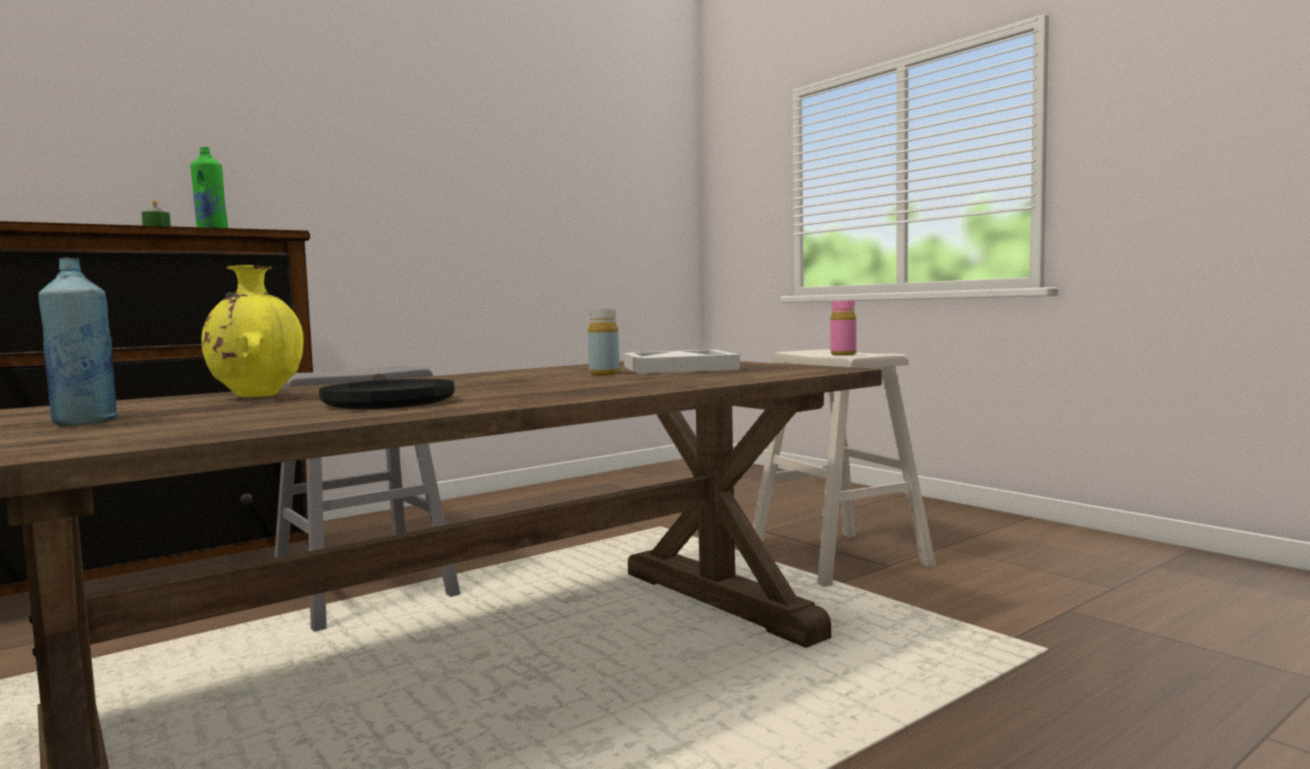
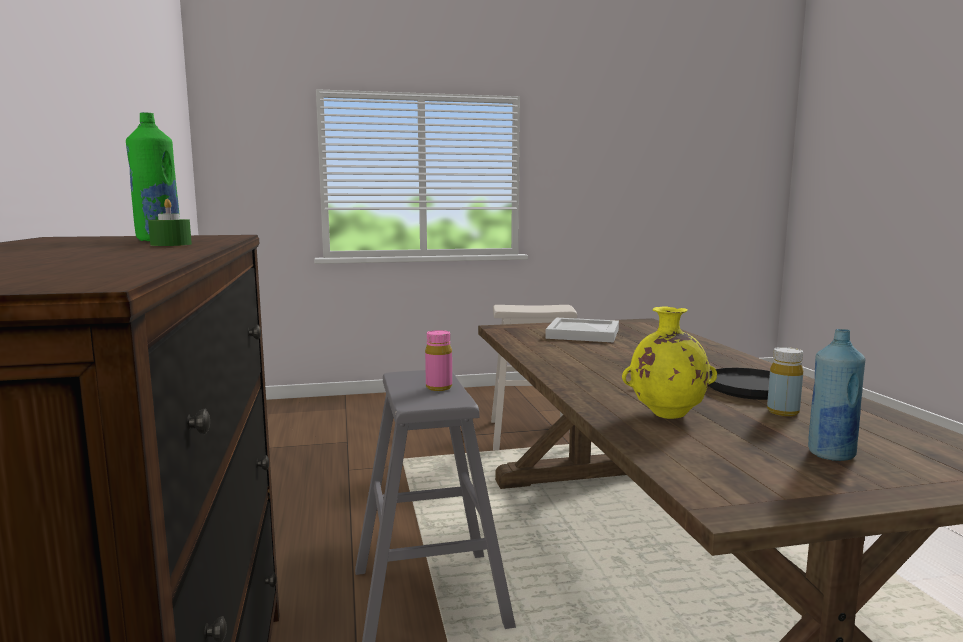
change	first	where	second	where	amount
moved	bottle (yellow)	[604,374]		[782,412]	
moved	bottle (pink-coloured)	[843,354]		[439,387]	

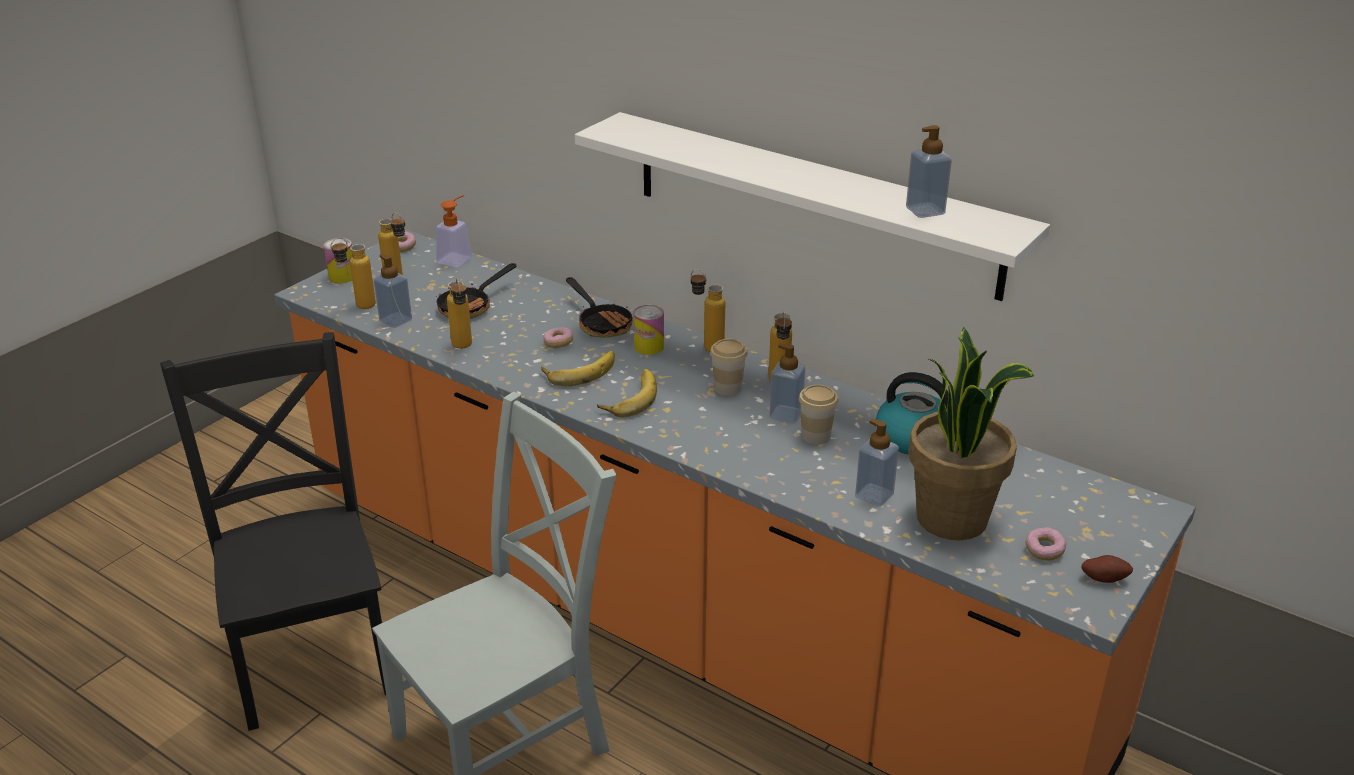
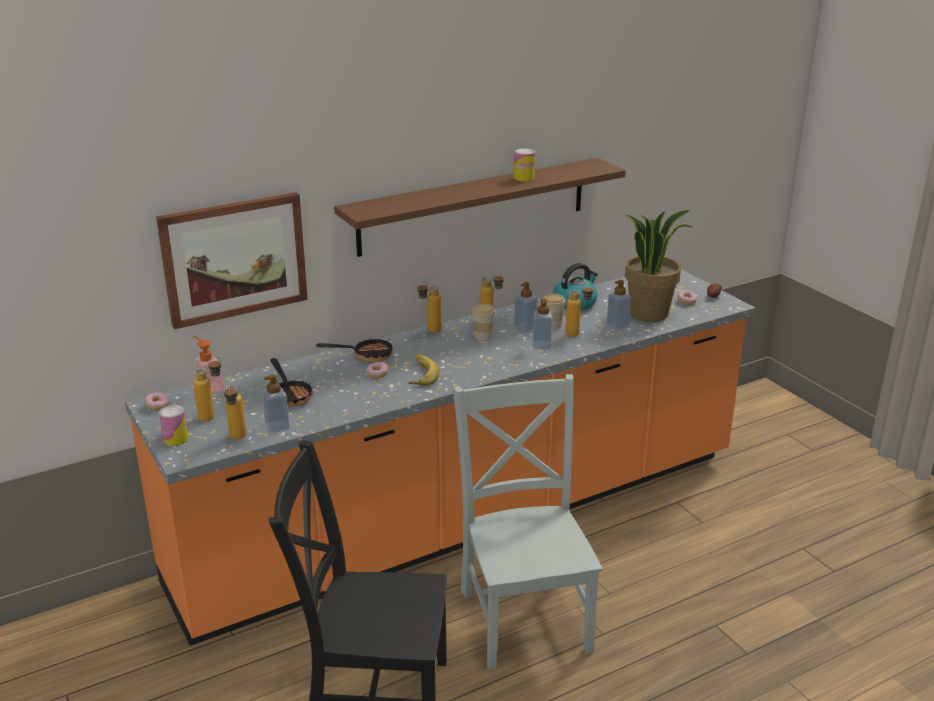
change	first	where	second	where	amount
removed	whole banana	[629,397]			
added			wall picture	[234,258]	
moved	bottle	[463,348]		[578,334]	
moved	can	[649,347]		[524,178]	
moved	liquid soap bottle	[925,211]		[542,345]	
recoloured	bracket shelf (white-coloured)	[813,203]	bracket shelf (brown-coloured)	[474,206]	

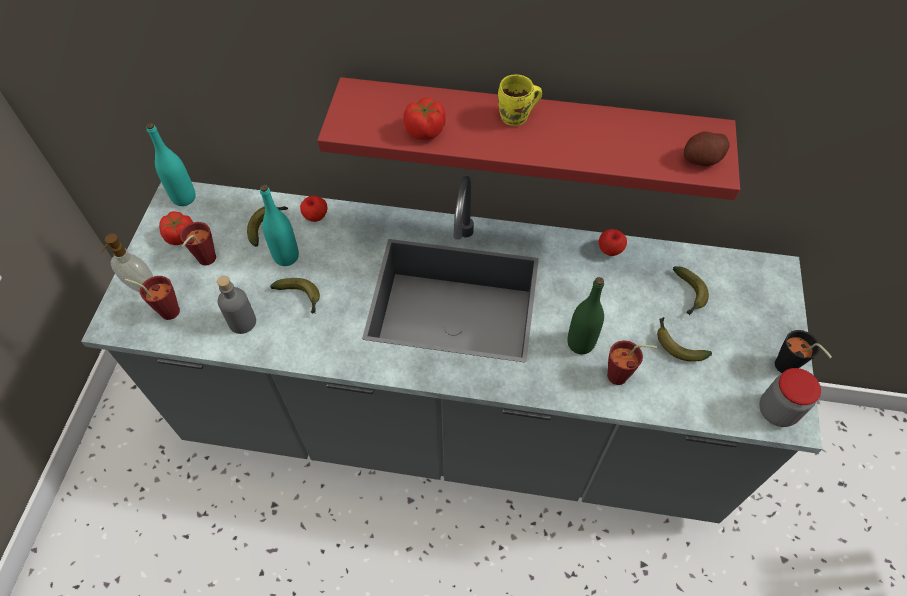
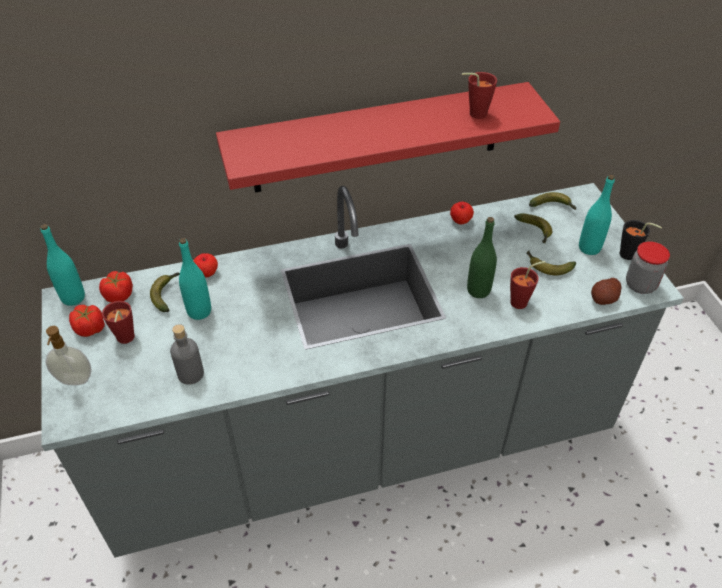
change	first	where	second	where	amount
removed	coffee mug (yellow)	[516,118]			
added			bottle (turquoise)	[589,248]	
moved	drinking cup (reddish)	[166,310]		[474,114]	
moved	whole banana	[300,297]		[553,206]	
moved	tomato	[425,131]		[119,295]	
moved	whole potato	[701,159]		[603,299]	

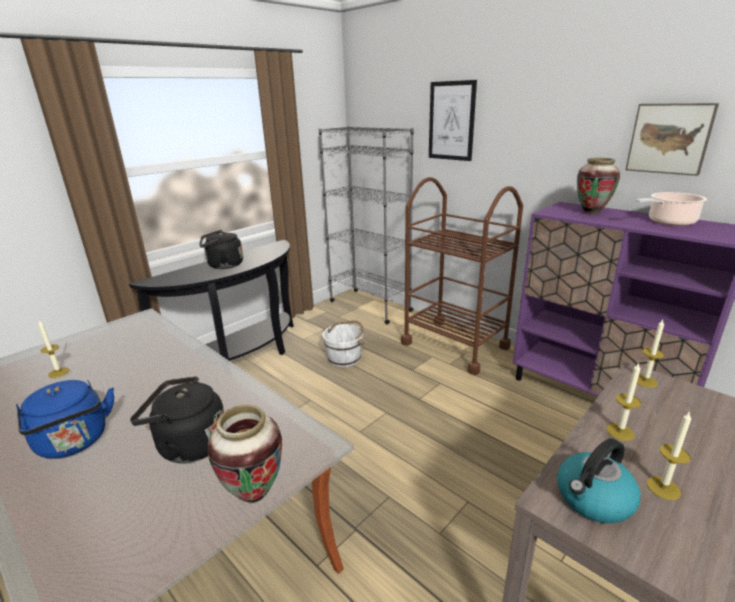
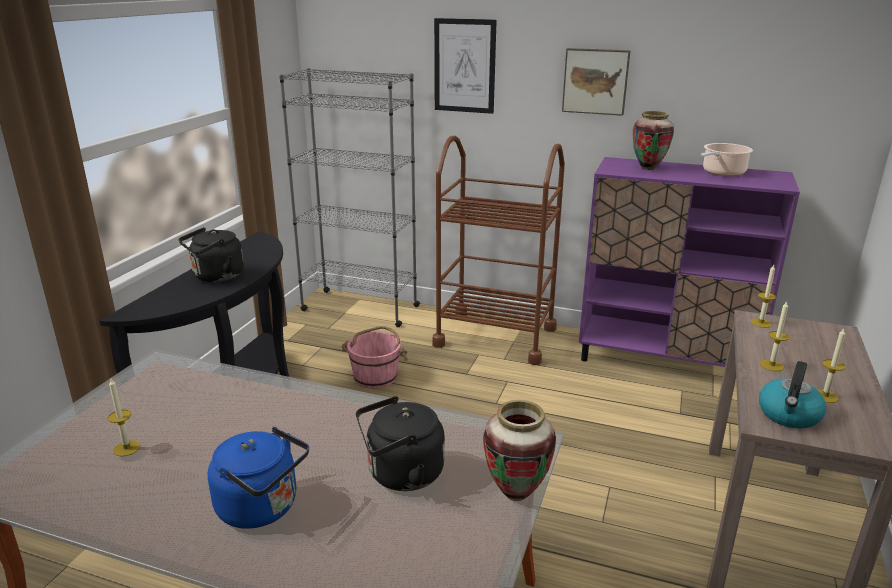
change	first	where	second	where	amount
moved	wall picture	[669,138]		[595,81]	
recoloured	pail (white-coloured)	[345,358]	pail (pink-coloured)	[376,376]	

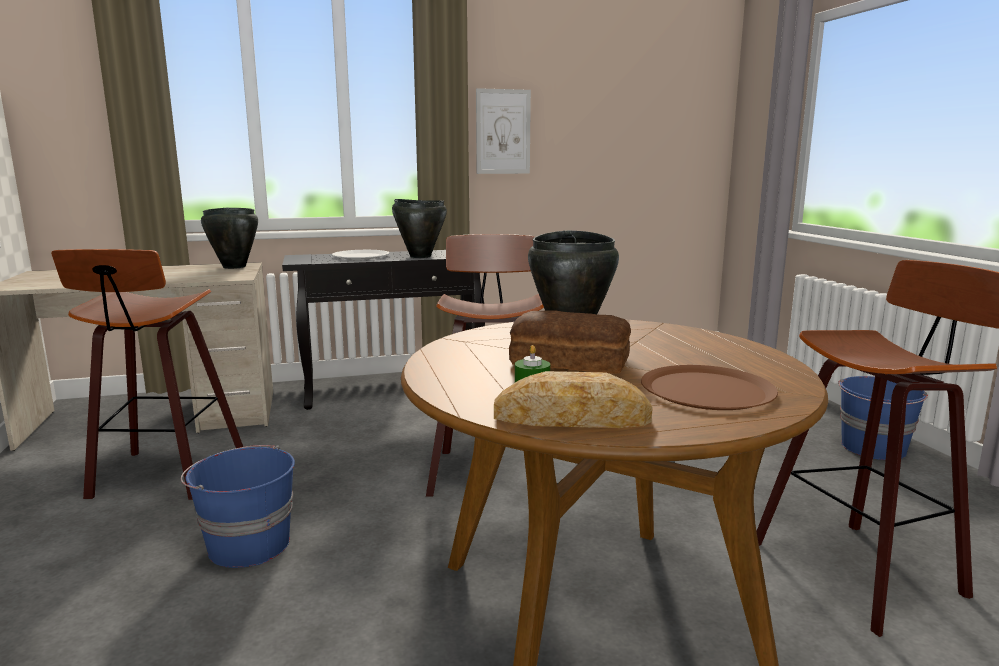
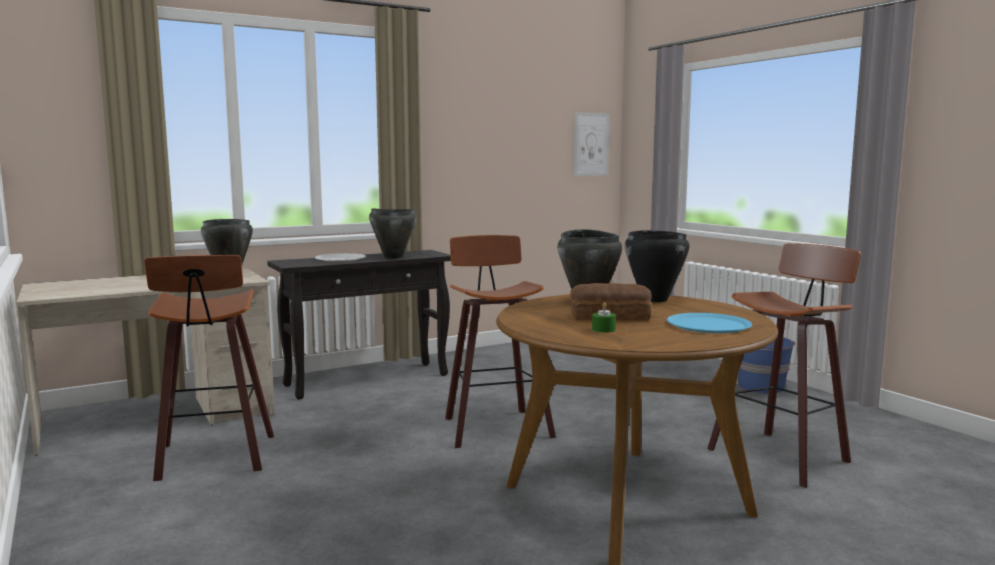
change	first	where	second	where	amount
removed	pail (bluish)	[247,545]			
removed	bread	[571,417]			
added			cooking pot (black-coloured)	[654,300]	
moved	wall picture	[503,132]		[591,144]	
recoloured	flat dish (brown-coloured)	[707,390]	flat dish (bluish)	[708,325]	

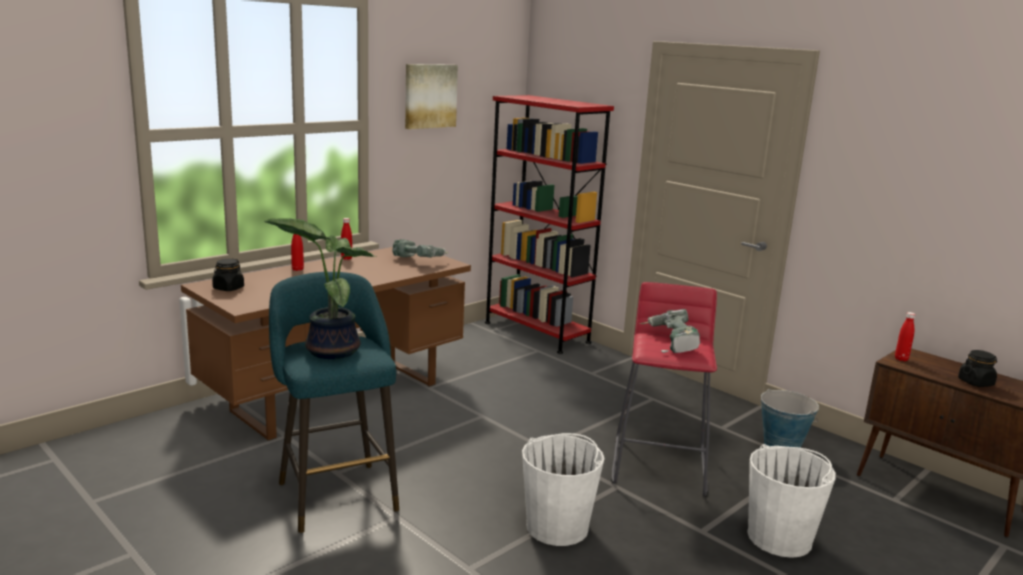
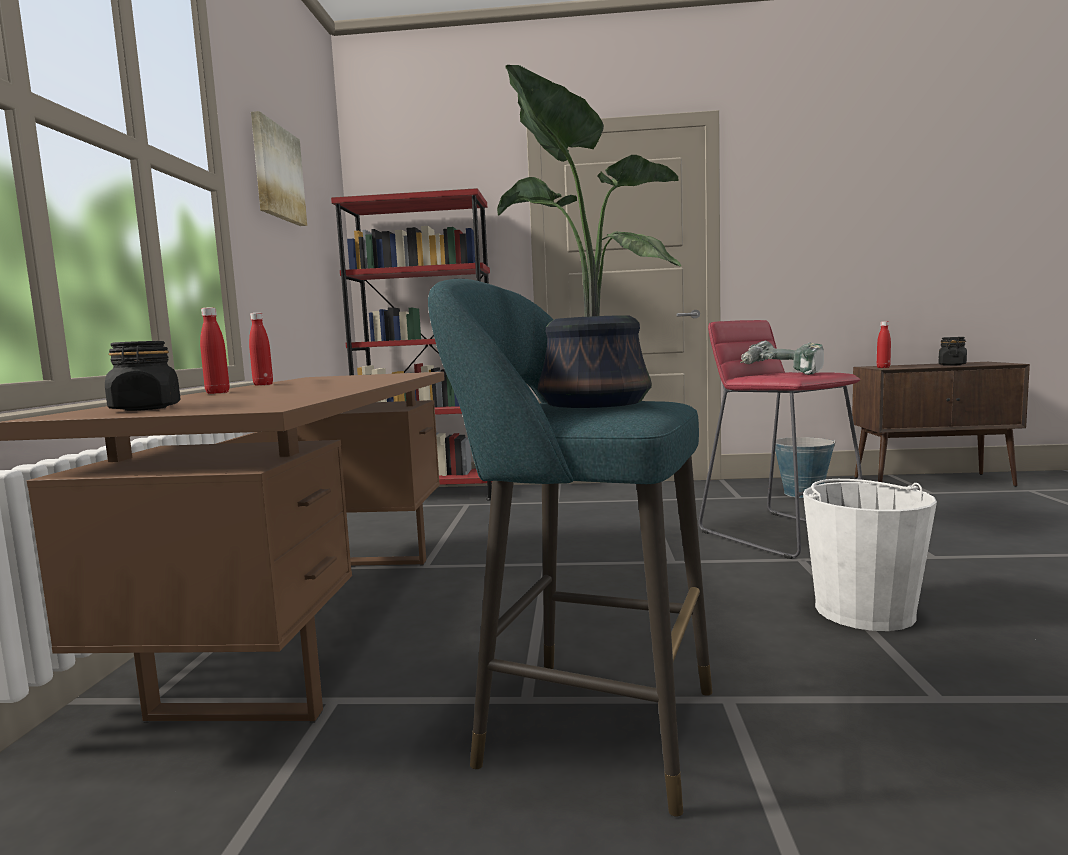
change	first	where	second	where	amount
removed	drill	[419,261]			
removed	pail (white-coloured)	[780,538]			

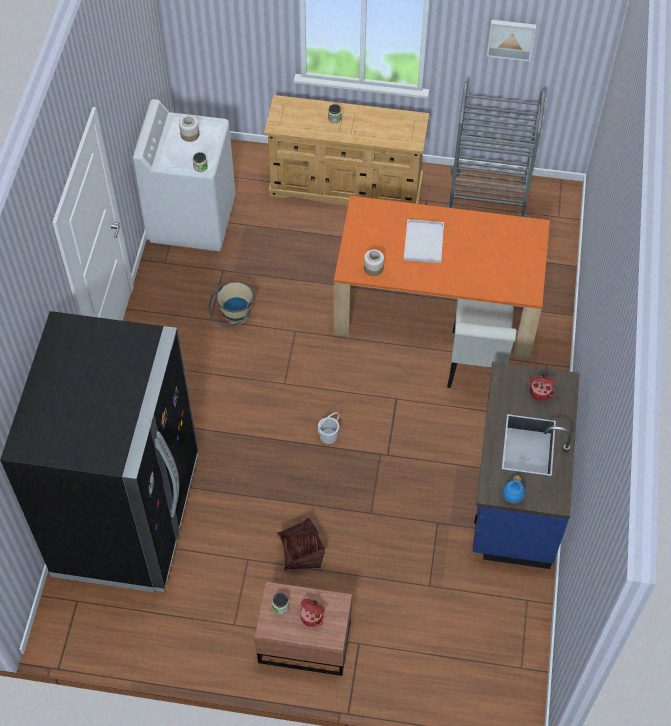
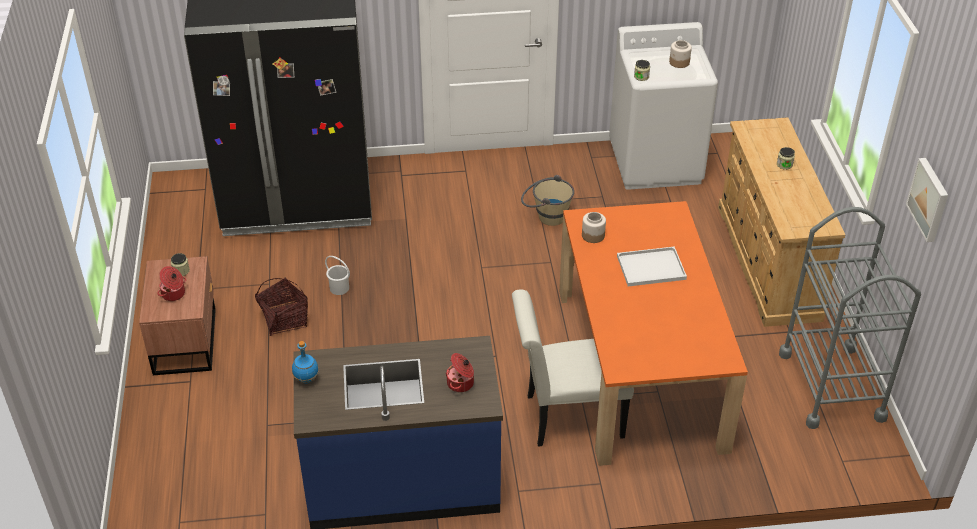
change	first	where	second	where	amount
moved	pail (white-coloured)	[328,435]		[339,288]	

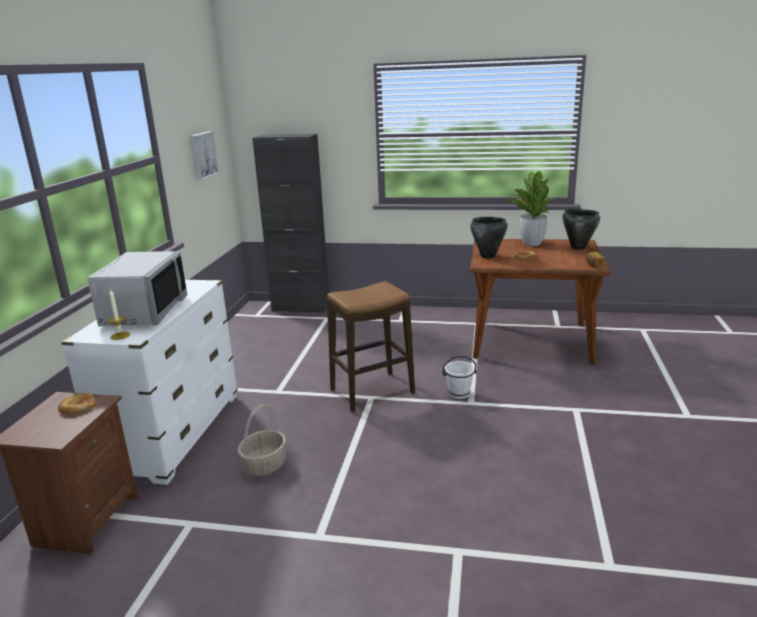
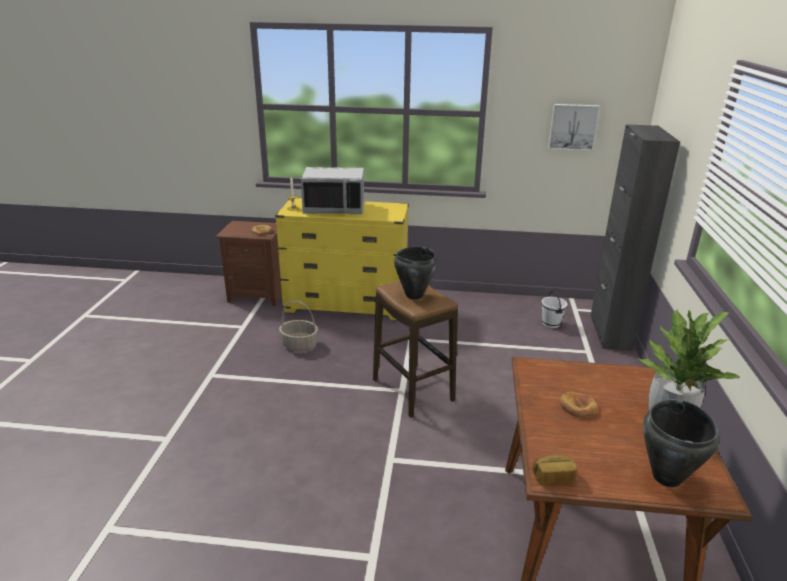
change	first	where	second	where	amount
moved	pail (white-coloured)	[459,394]		[550,324]	
moved	cooking pot (black-coloured)	[488,256]		[414,295]	
recoloured	chest of drawers (white-coloured)	[175,434]	chest of drawers (yellow)	[346,305]	

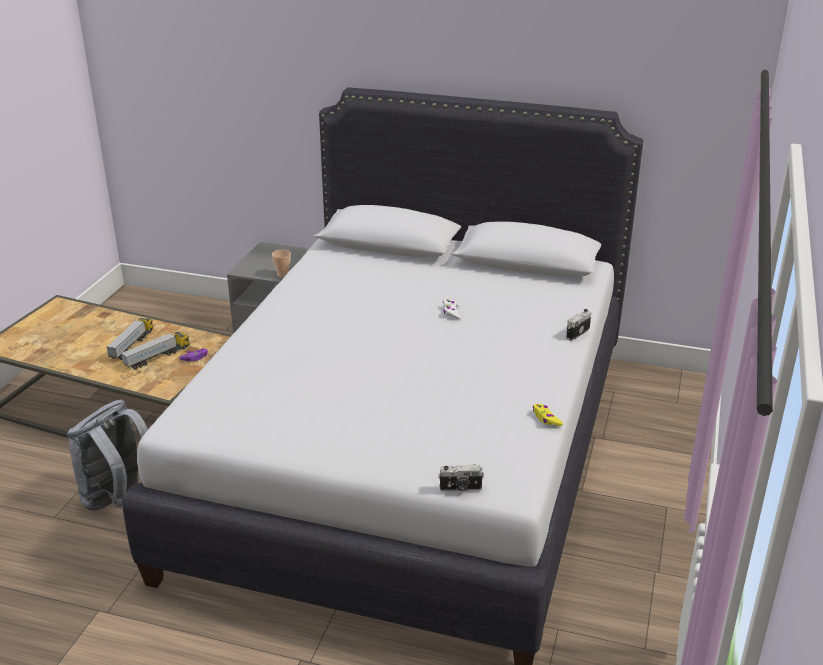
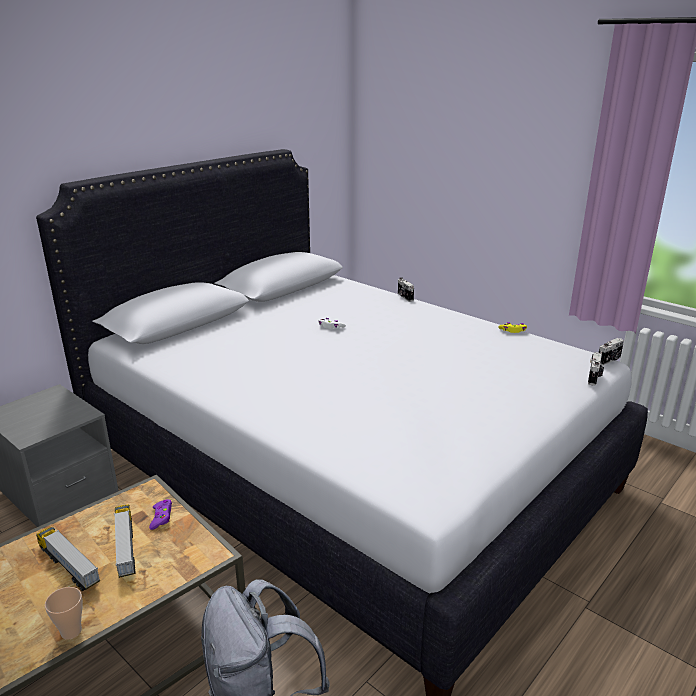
change	first	where	second	where	amount
added			still camera	[609,360]	
moved	drinking cup	[282,275]		[71,631]	

